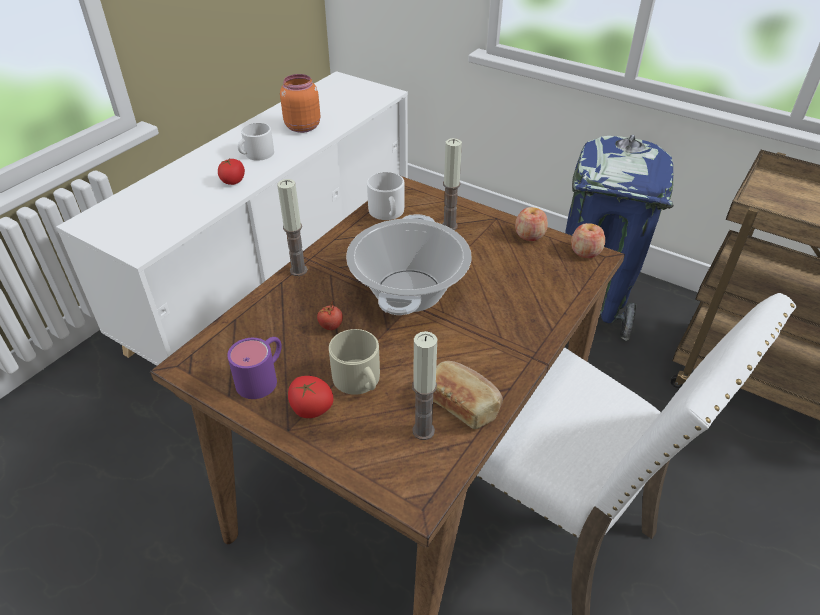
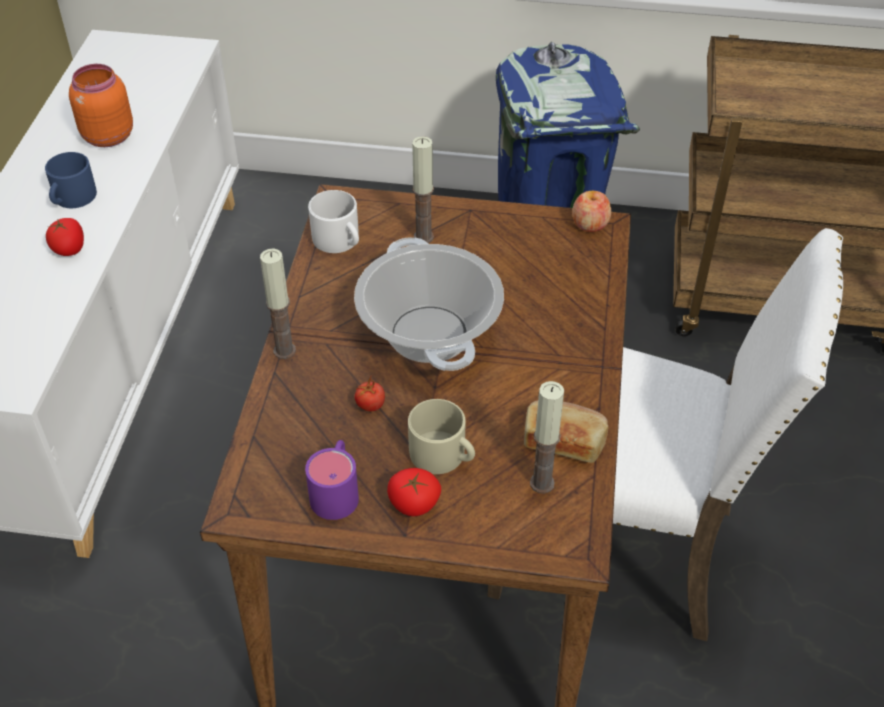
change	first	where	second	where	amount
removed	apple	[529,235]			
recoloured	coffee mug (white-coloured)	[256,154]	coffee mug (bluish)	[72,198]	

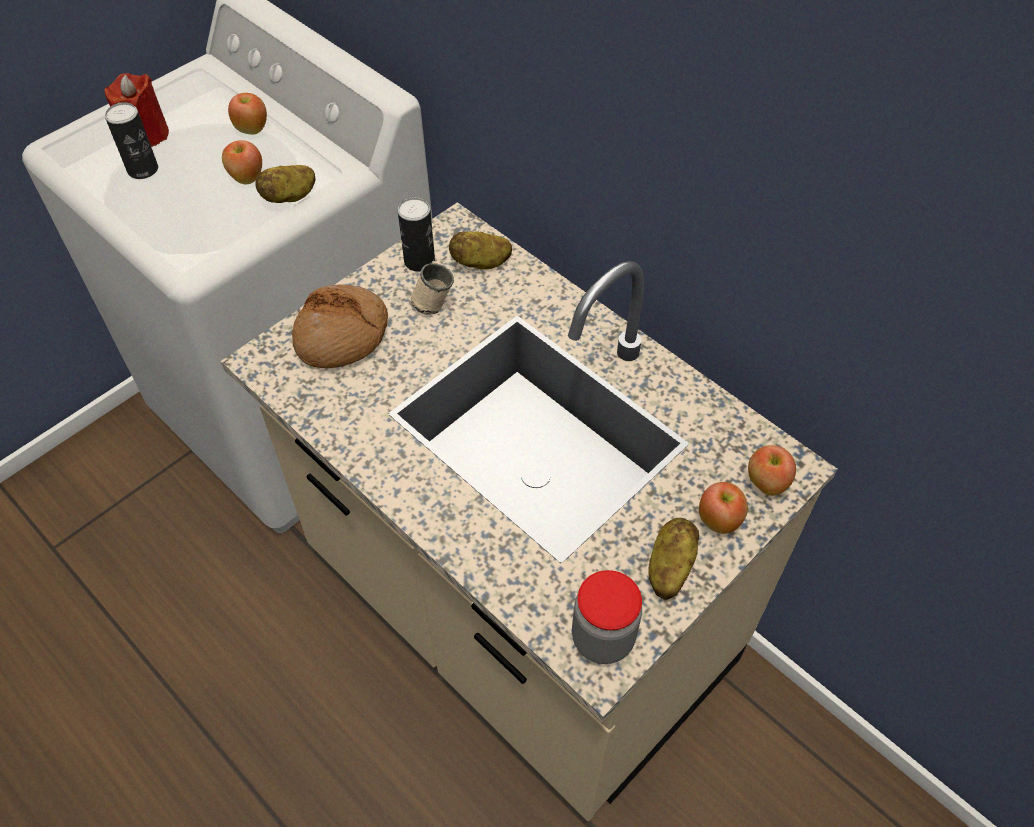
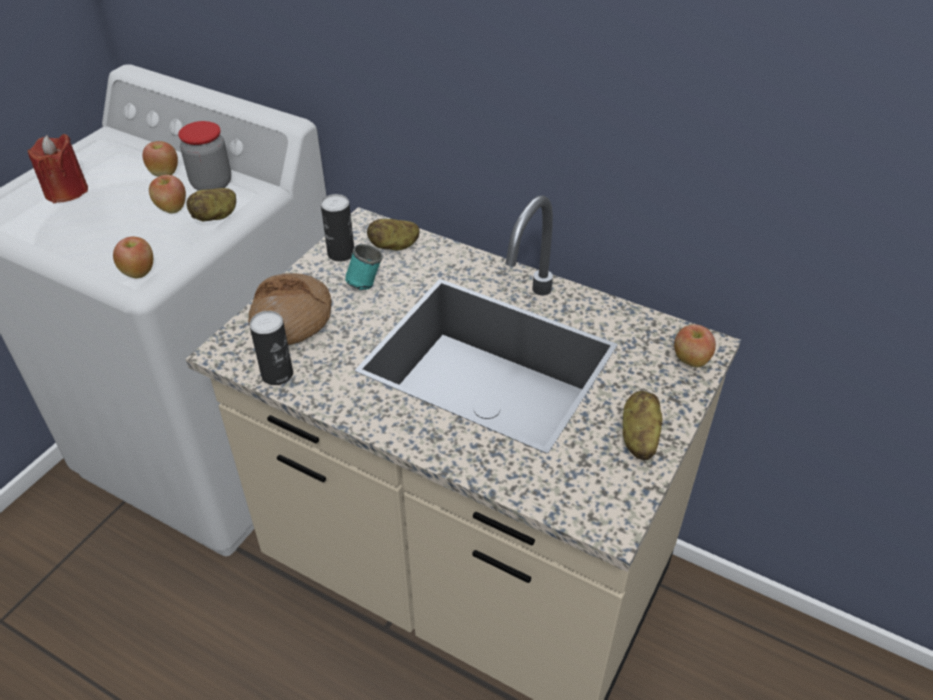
change	first	where	second	where	amount
moved	can	[143,169]		[277,374]	
moved	storage jar	[602,638]		[211,184]	
moved	apple	[719,520]		[139,272]	
recoloured	coffee mug (beige)	[433,301]	coffee mug (turquoise)	[364,280]	

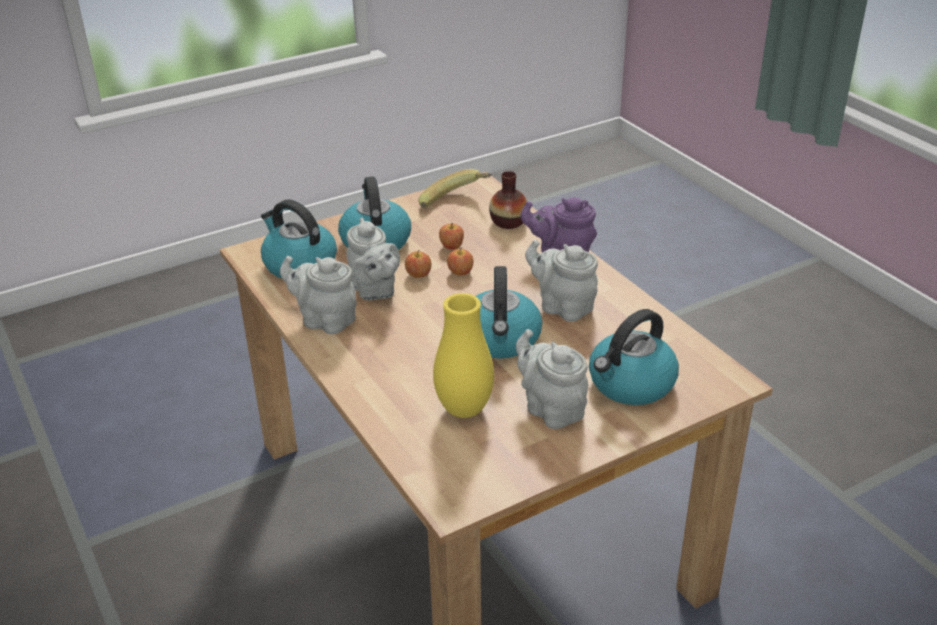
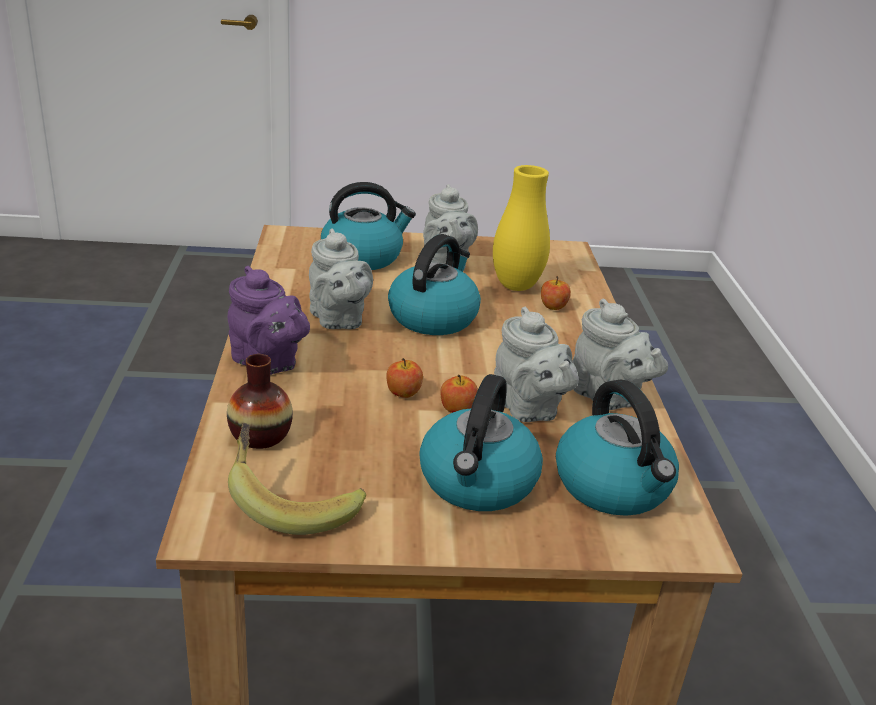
change	first	where	second	where	amount
moved	apple	[451,246]		[553,306]	
turned	teapot (gray)	[374,291]		[528,409]	150 degrees clockwise

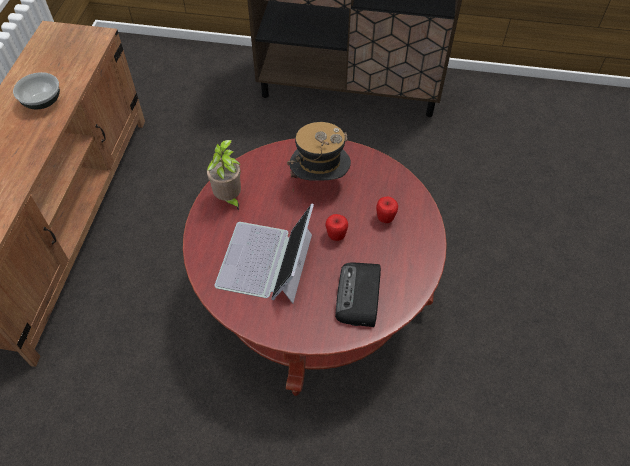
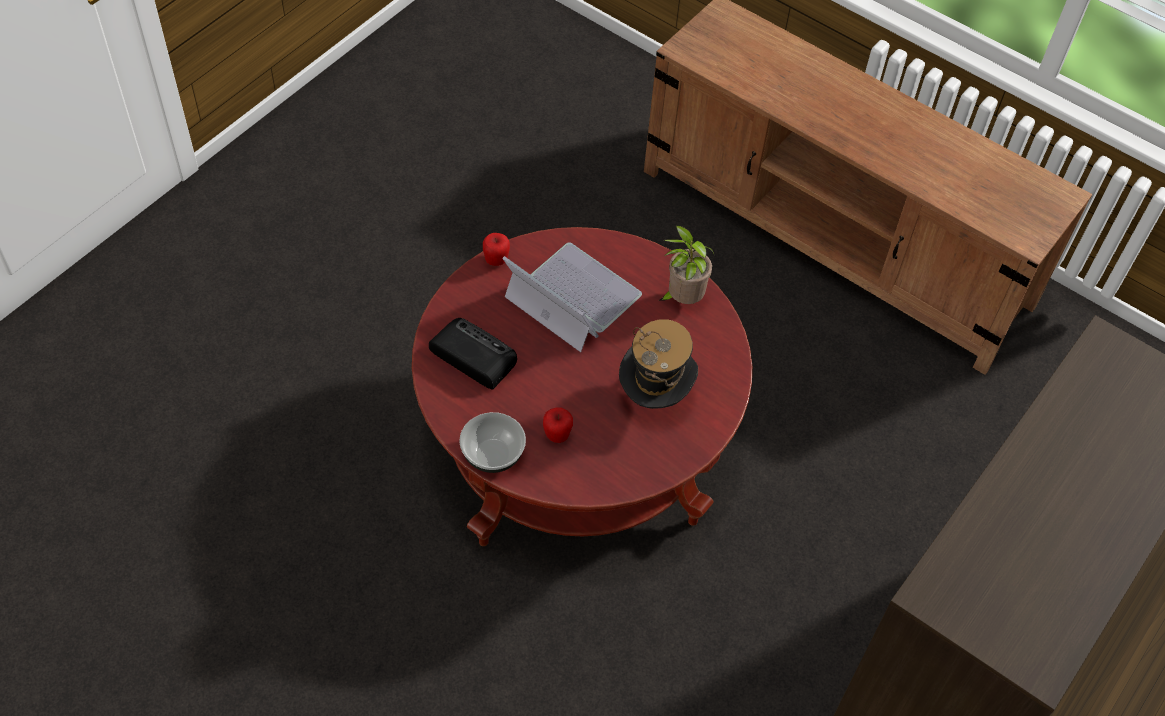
change	first	where	second	where	amount
moved	bowl	[42,102]		[492,454]	
moved	apple	[336,235]		[496,260]	

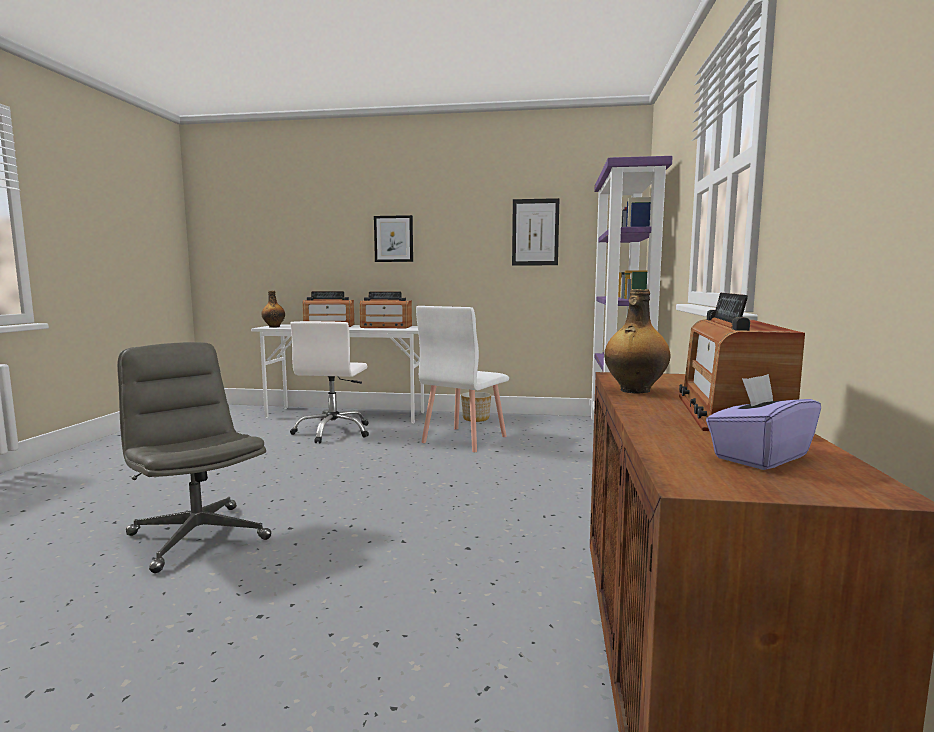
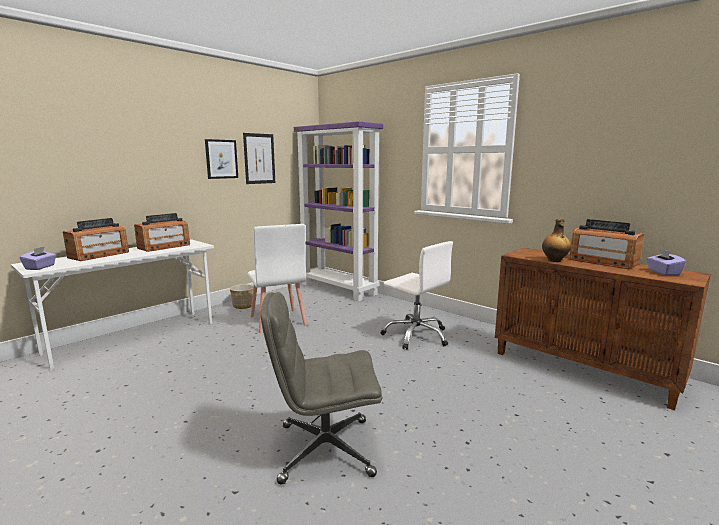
change	first	where	second	where	amount
moved	desk chair (white-coloured)	[333,432]		[416,336]	
moved	wall picture	[393,239]		[221,159]	
replaced	bottle	[274,327]	tissue box (purplish)	[40,267]	

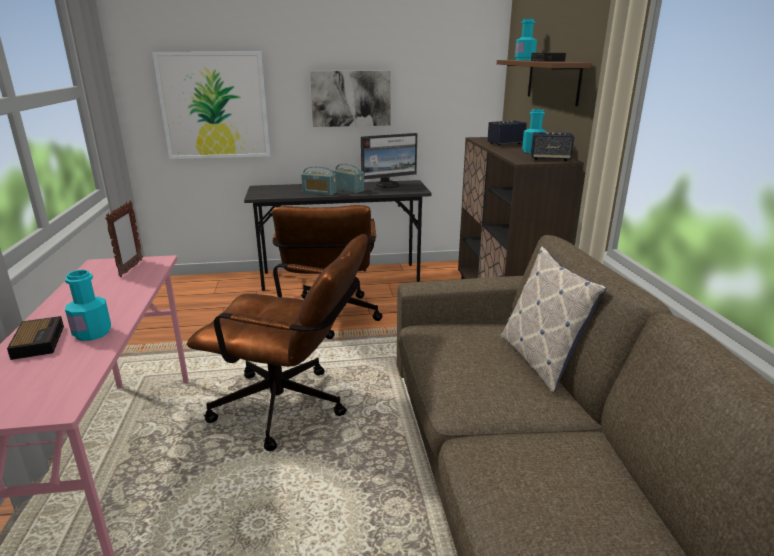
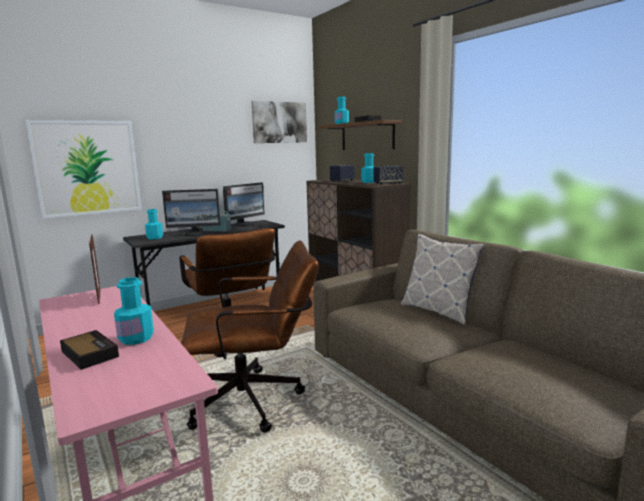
change	first	where	second	where	amount
added			bottle (turquoise)	[155,238]	
moved	wall picture	[351,98]		[279,122]	
replaced	radio	[319,192]	computer screen	[195,234]	

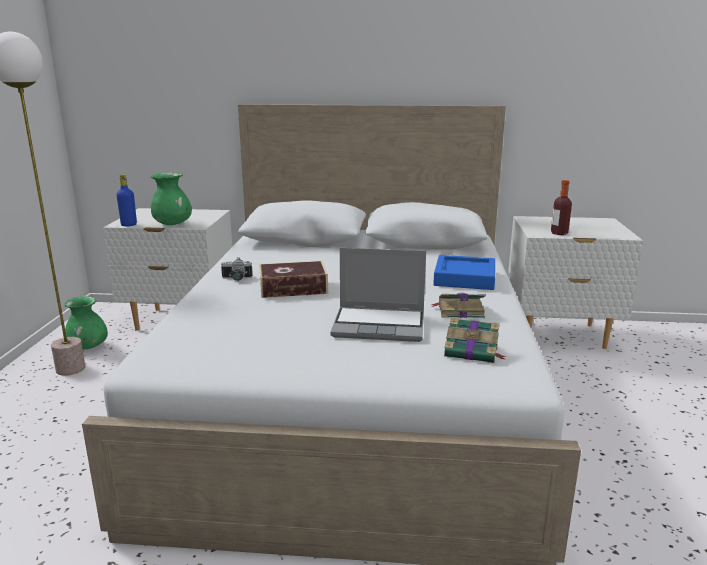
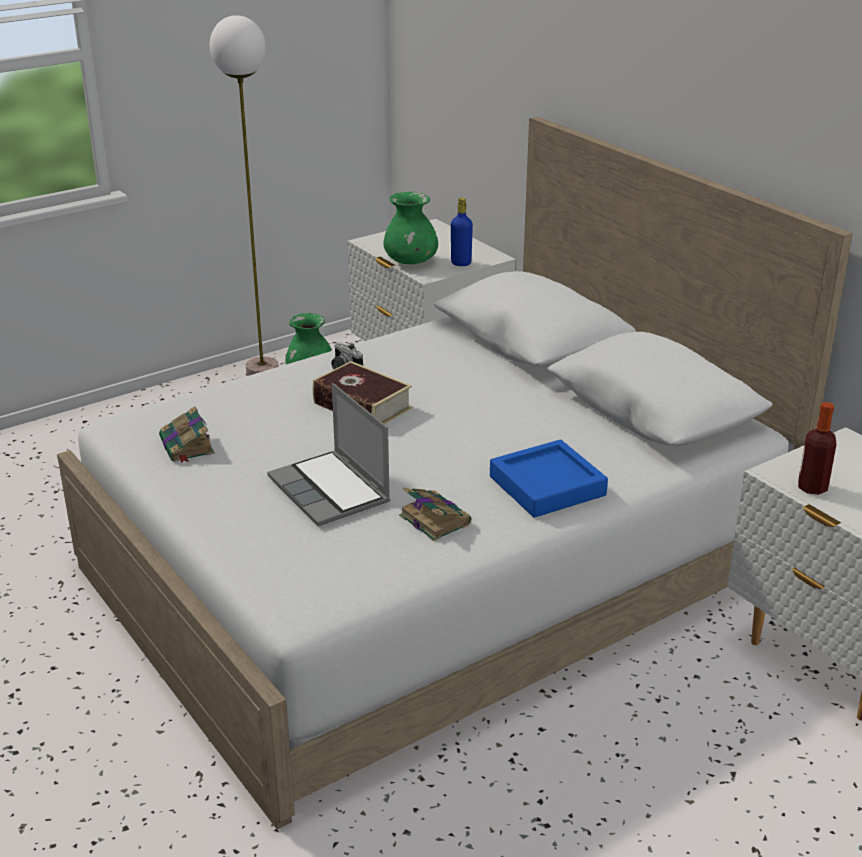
change	first	where	second	where	amount
moved	bottle (bluish)	[129,225]		[461,263]	
moved	volume	[472,352]		[187,446]	

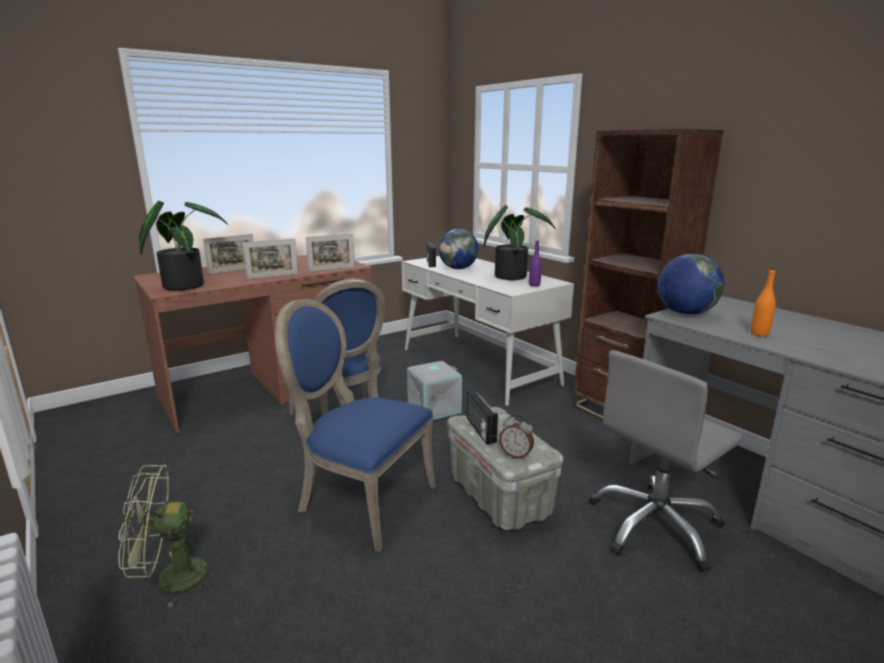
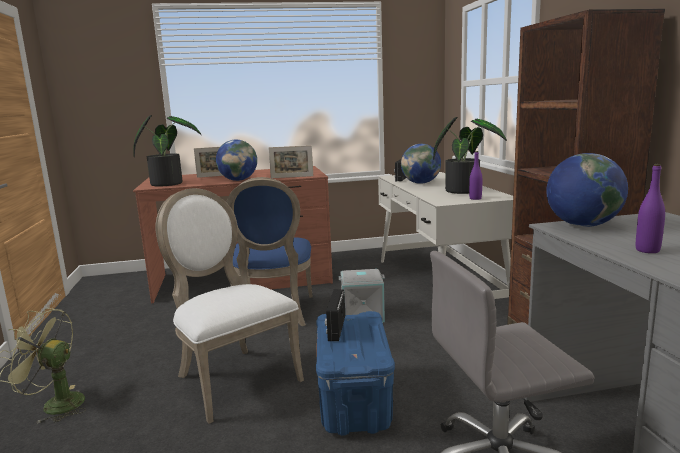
change	first	where	second	where	amount
removed	table clock	[516,455]			
replaced	standing frame	[273,276]	globe	[238,180]	
recoloured	chair (bluish)	[360,500]	chair (white-coloured)	[232,378]	
recoloured	storage box (gray)	[500,496]	storage box (bluish)	[355,402]	
recoloured	bottle (orangey)	[759,334]	bottle (purplish)	[647,250]	

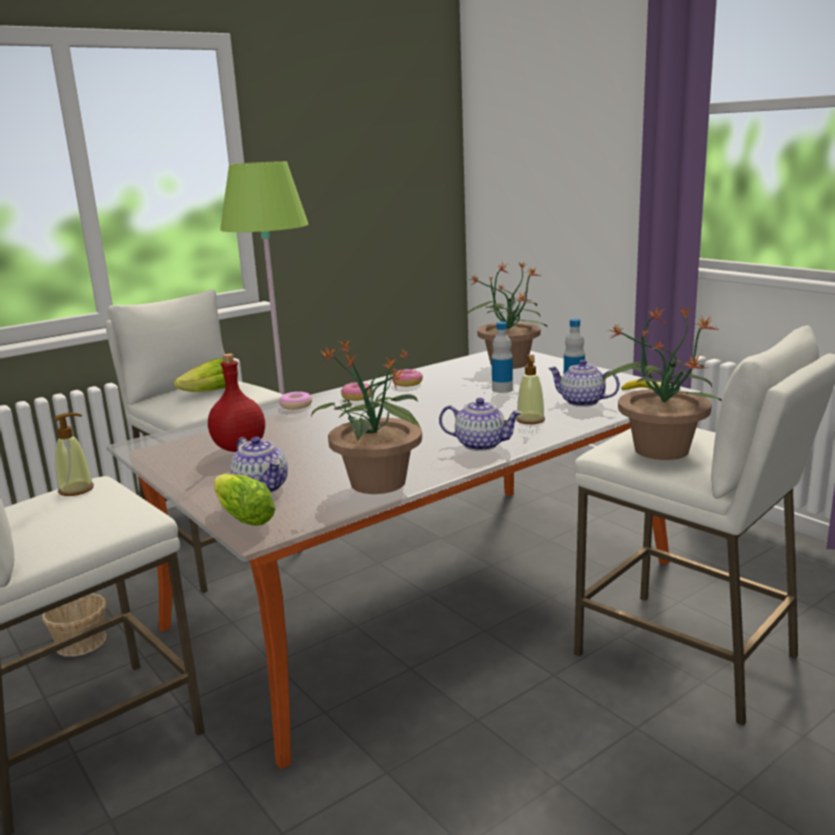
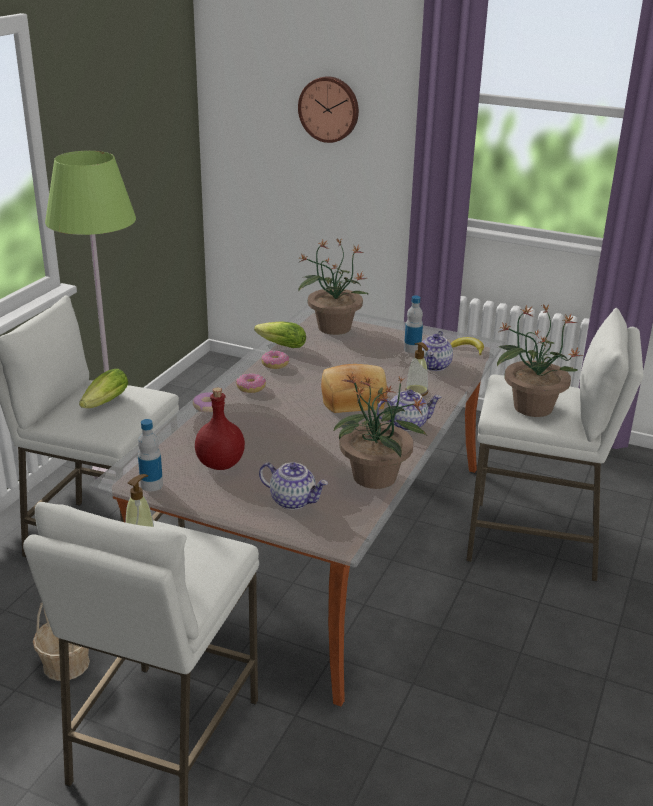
change	first	where	second	where	amount
added			hanging clock	[329,109]	
added			bread	[352,400]	
moved	head of lettuce	[241,516]		[279,345]	
moved	bottle	[502,389]		[151,485]	
turned	teapot	[581,402]		[434,366]	75 degrees counterclockwise

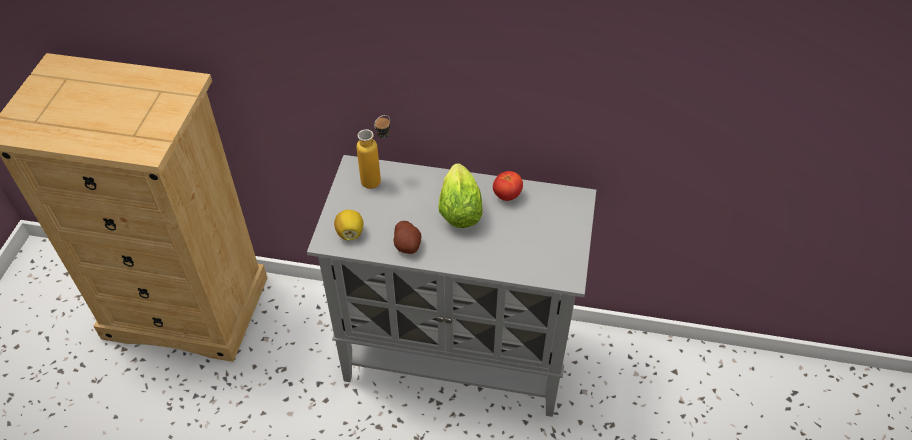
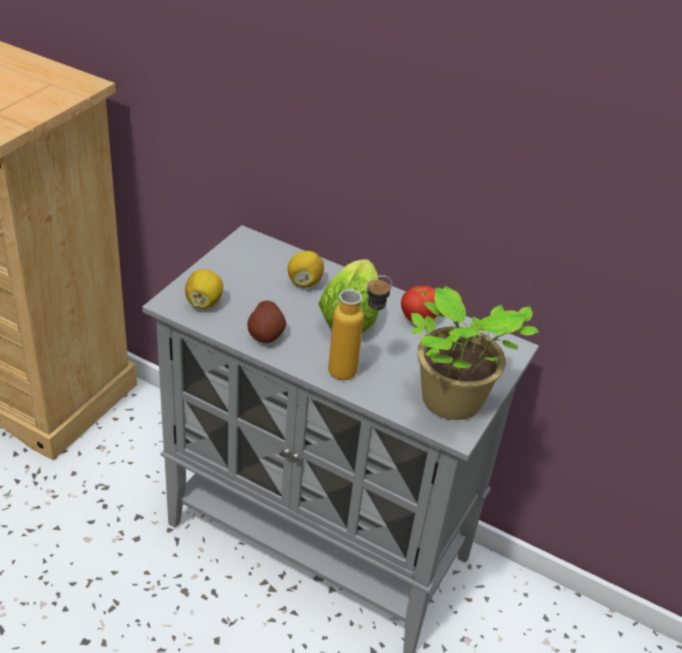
change	first	where	second	where	amount
added			citrus fruit	[304,282]	
added			potted plant	[451,403]	
moved	bottle	[378,178]		[354,370]	

